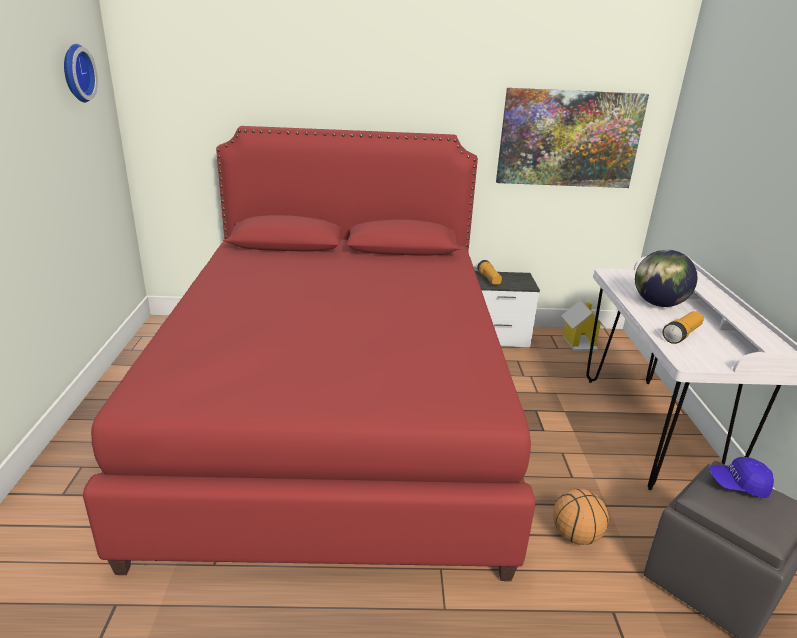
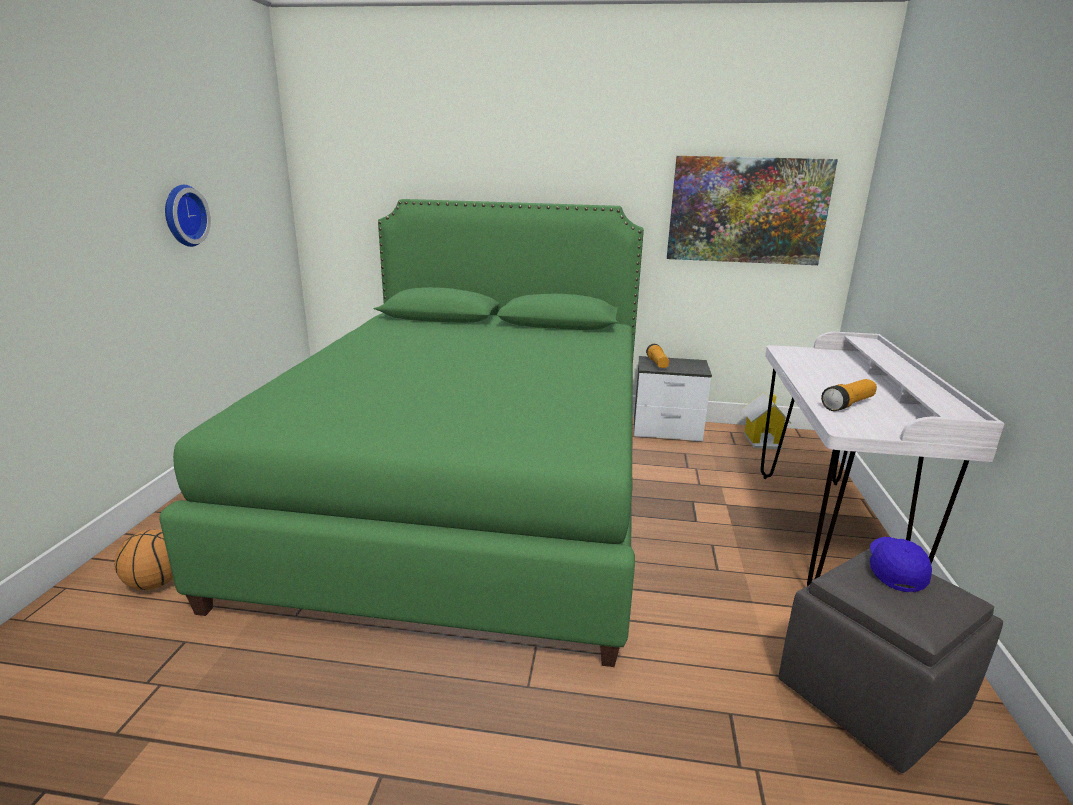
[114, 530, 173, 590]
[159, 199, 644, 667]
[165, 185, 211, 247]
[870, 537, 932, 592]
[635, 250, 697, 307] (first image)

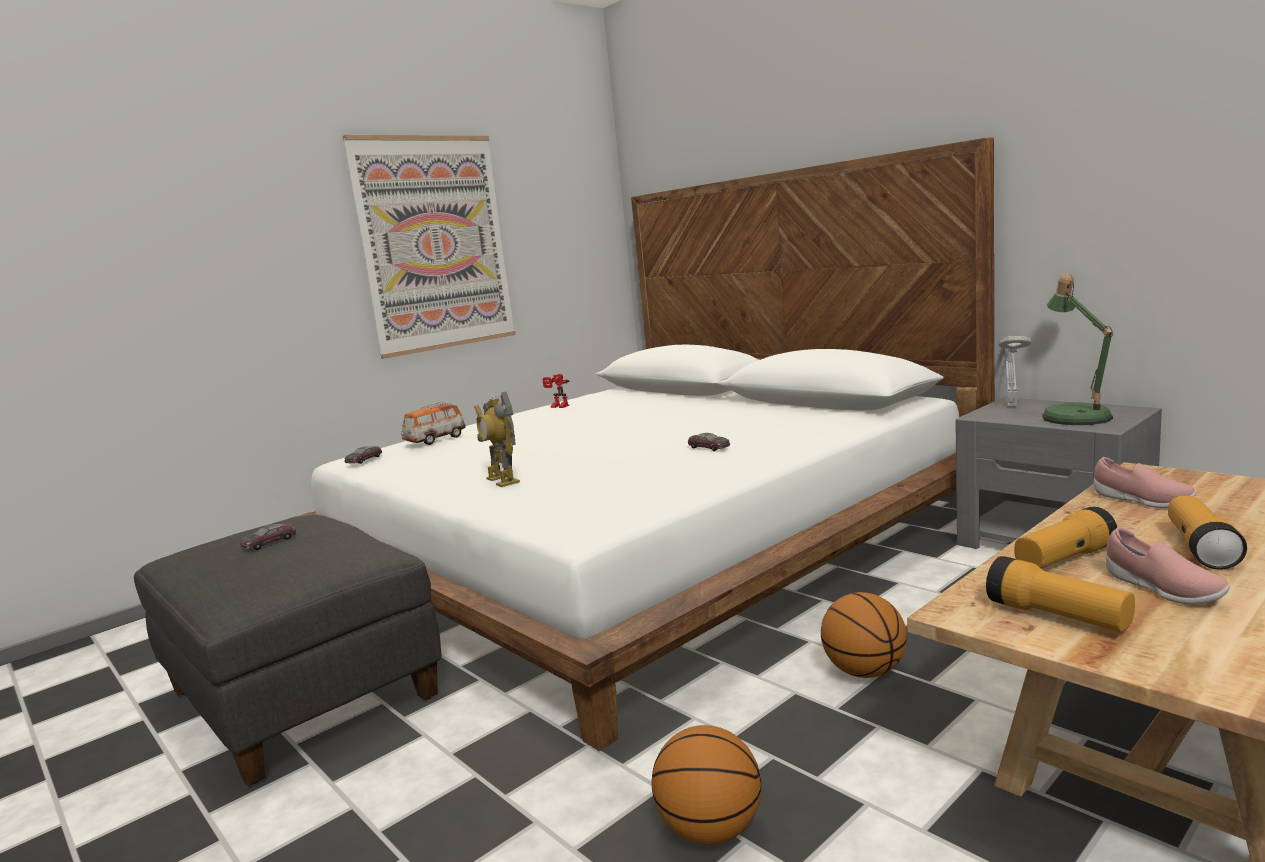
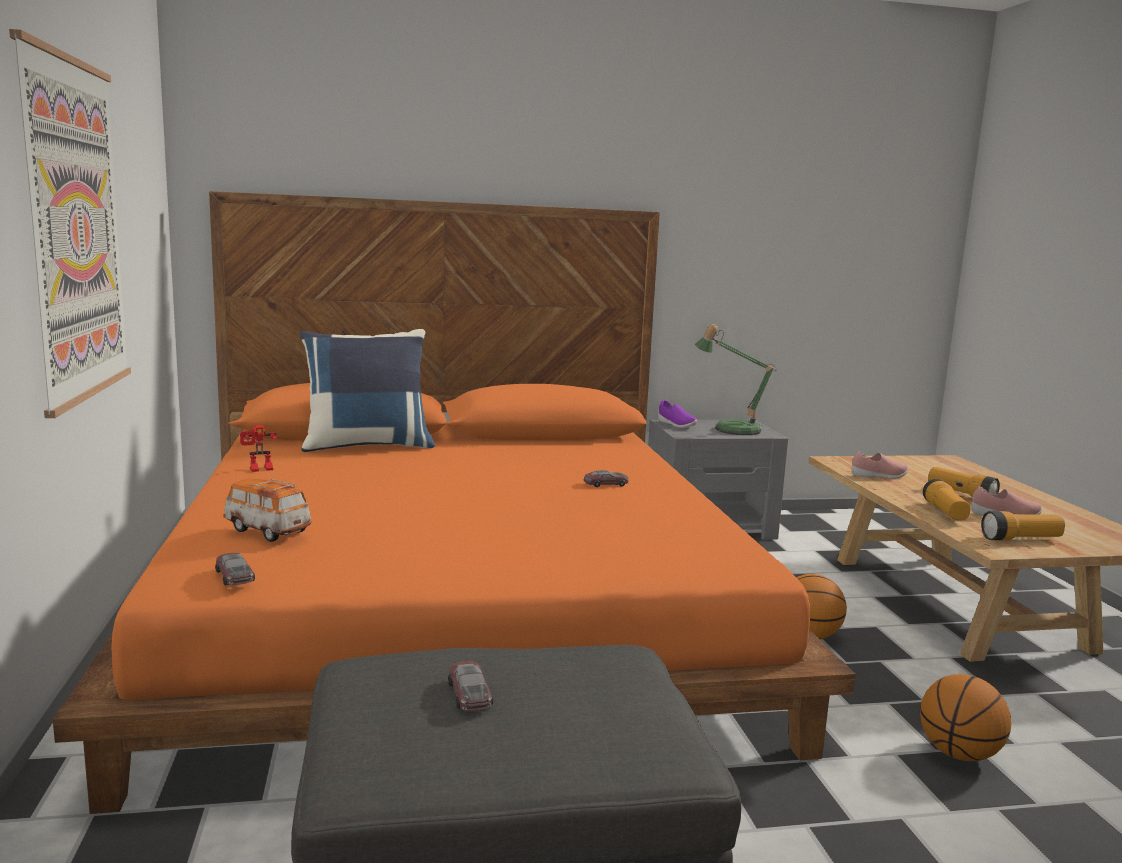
[53, 191, 856, 814]
[223, 478, 312, 542]
[300, 329, 435, 453]
[658, 400, 697, 428]
[474, 391, 520, 487] (first image)

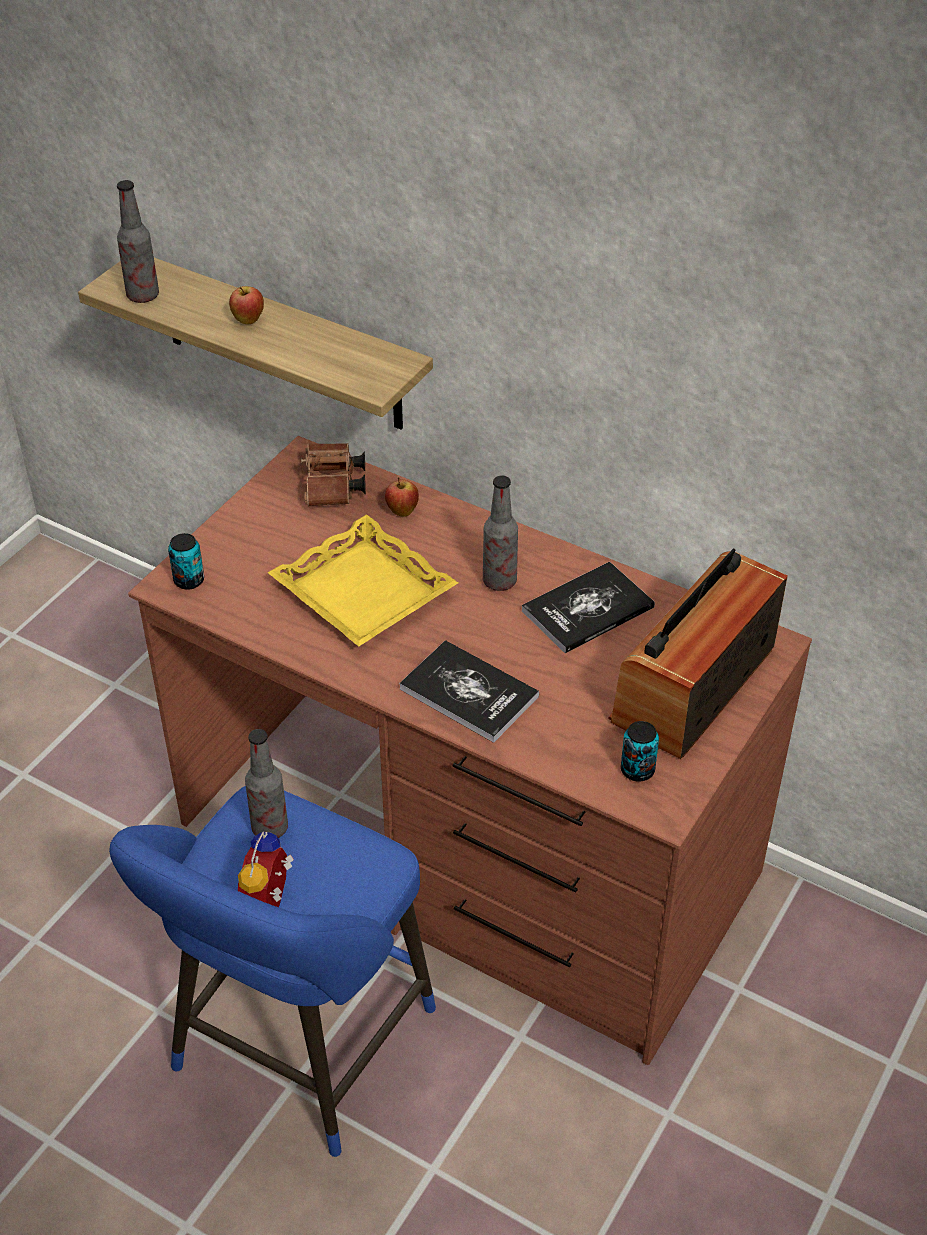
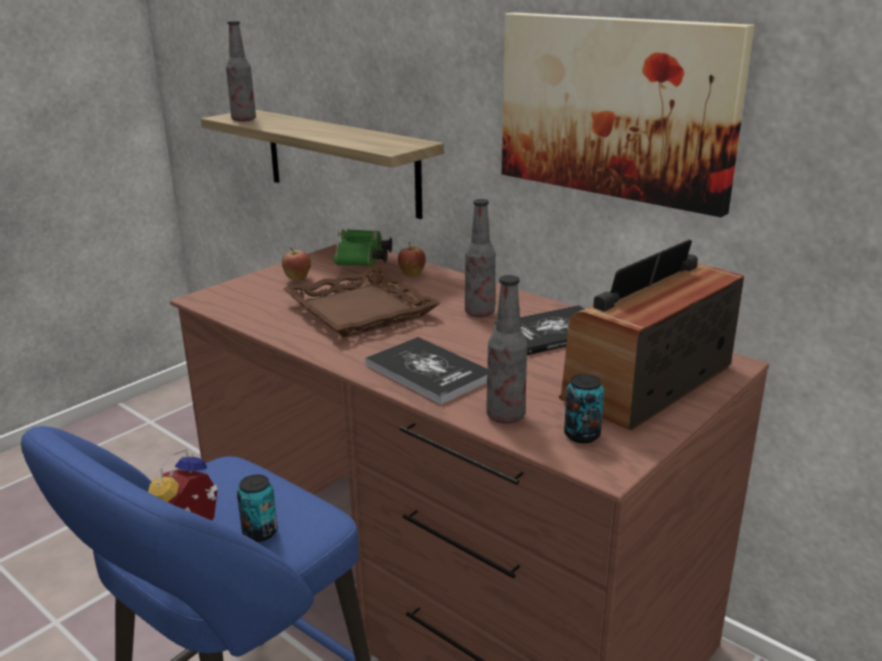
[237, 475, 278, 542]
[282, 248, 311, 281]
[283, 266, 441, 337]
[334, 229, 392, 267]
[486, 275, 527, 424]
[502, 13, 755, 217]

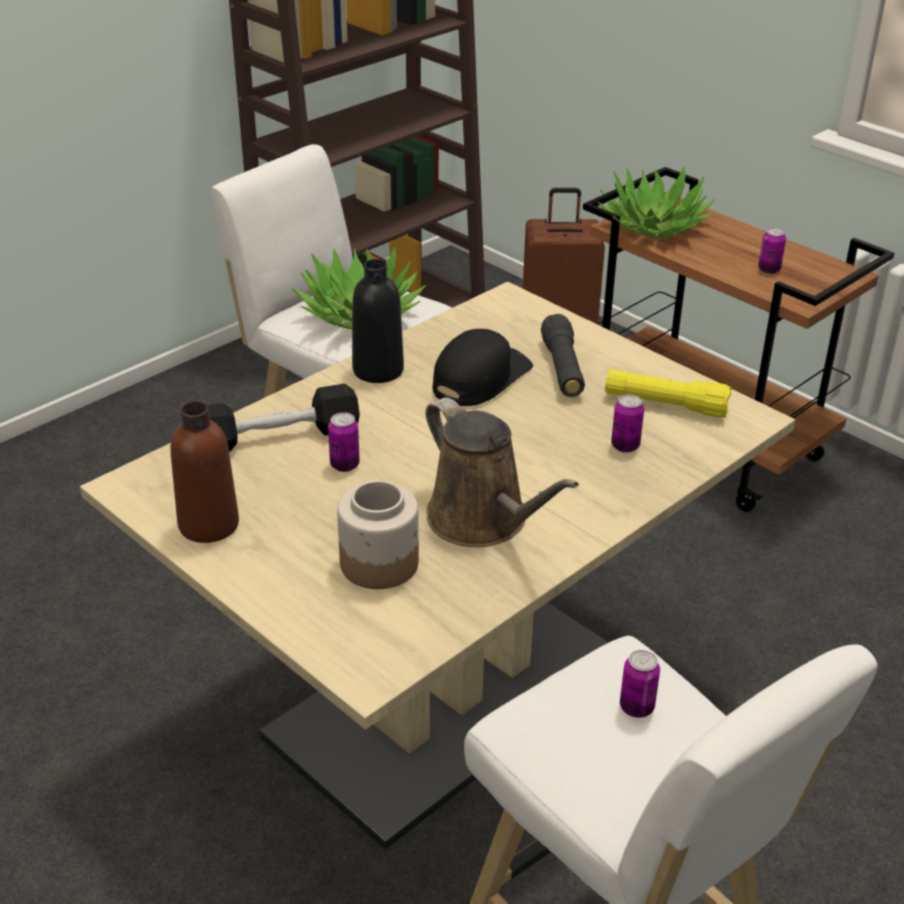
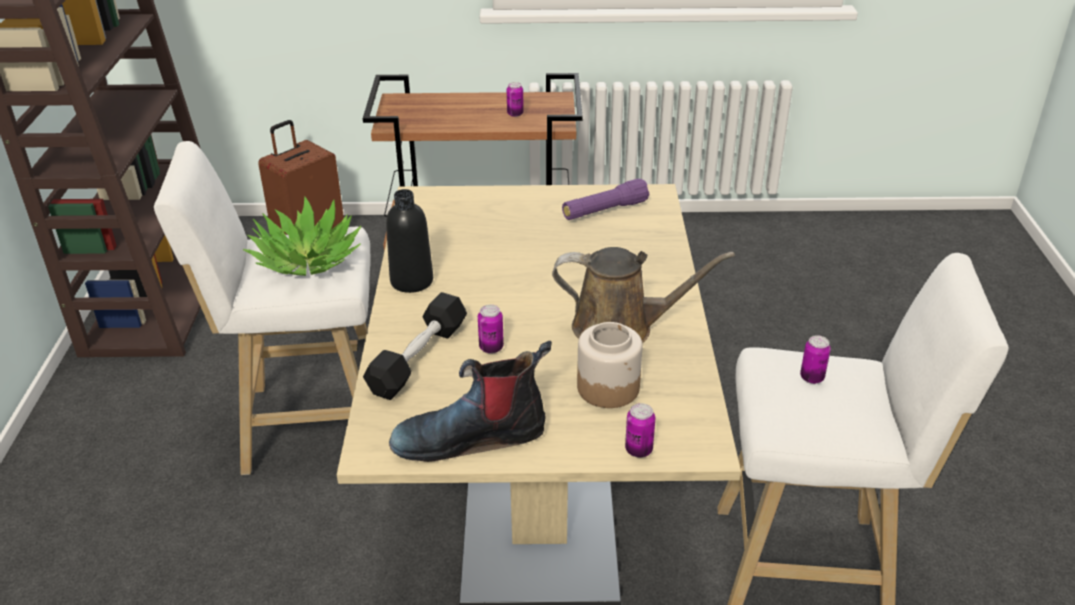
[389, 341, 552, 462]
[562, 178, 649, 220]
[625, 403, 655, 458]
[433, 329, 533, 406] (first image)
[541, 314, 585, 397] (first image)
[597, 166, 715, 238] (first image)

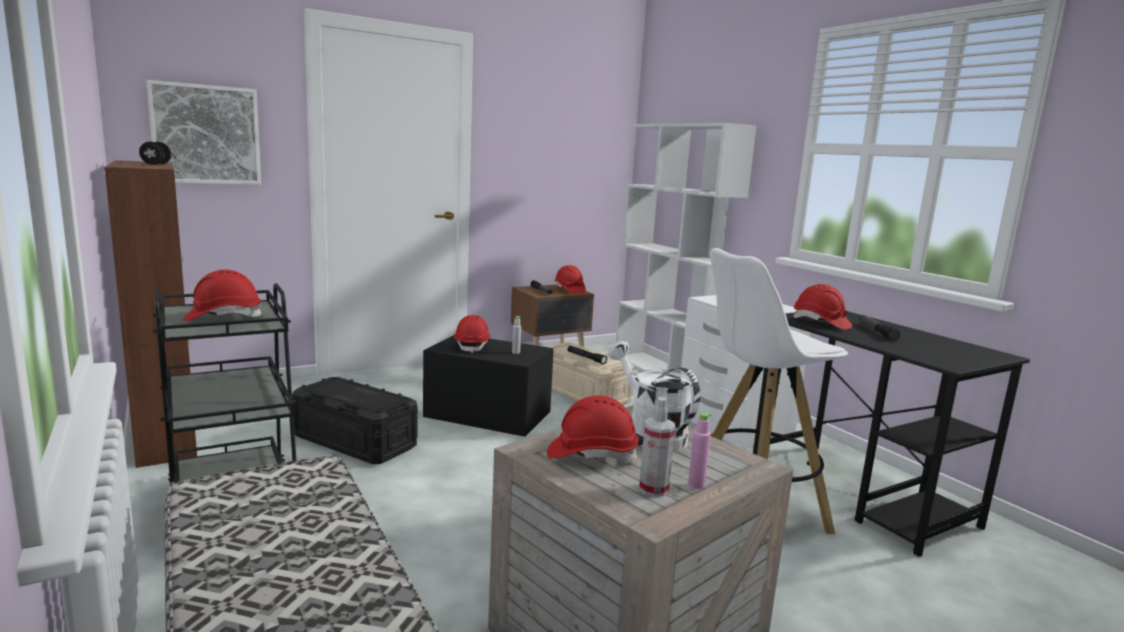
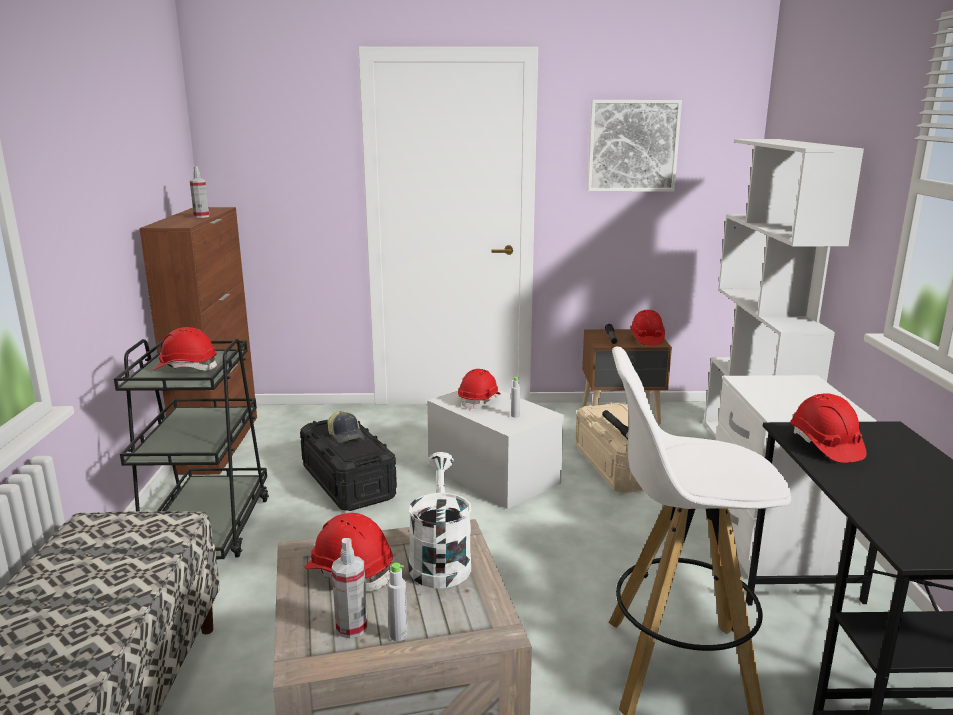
[190, 166, 209, 218]
[327, 411, 364, 443]
[387, 563, 408, 641]
[427, 390, 564, 509]
[587, 100, 682, 192]
[859, 315, 900, 341] (first image)

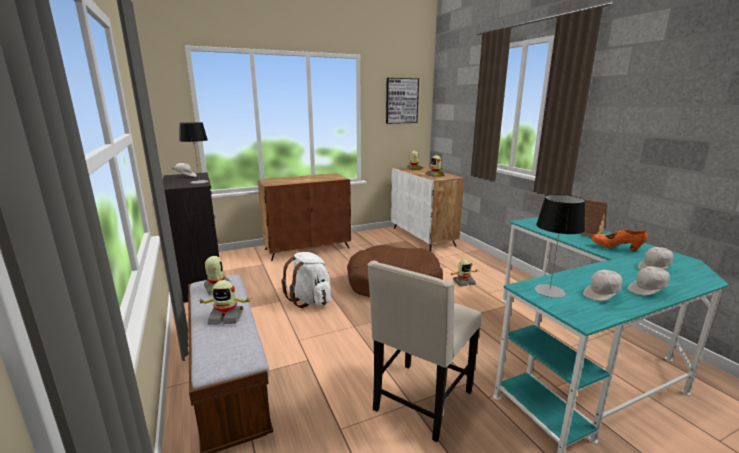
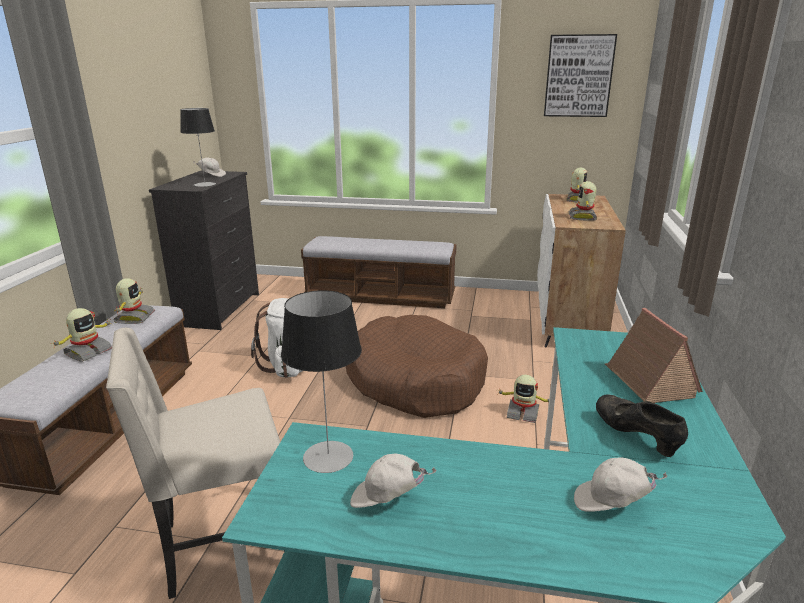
[50, 308, 112, 361]
[301, 236, 457, 308]
[596, 394, 688, 457]
[627, 266, 670, 296] (first image)

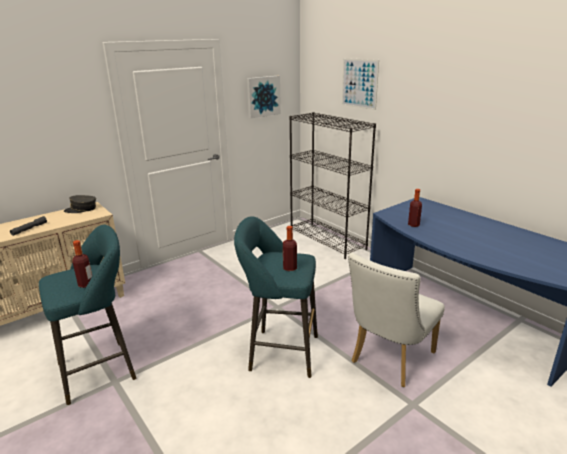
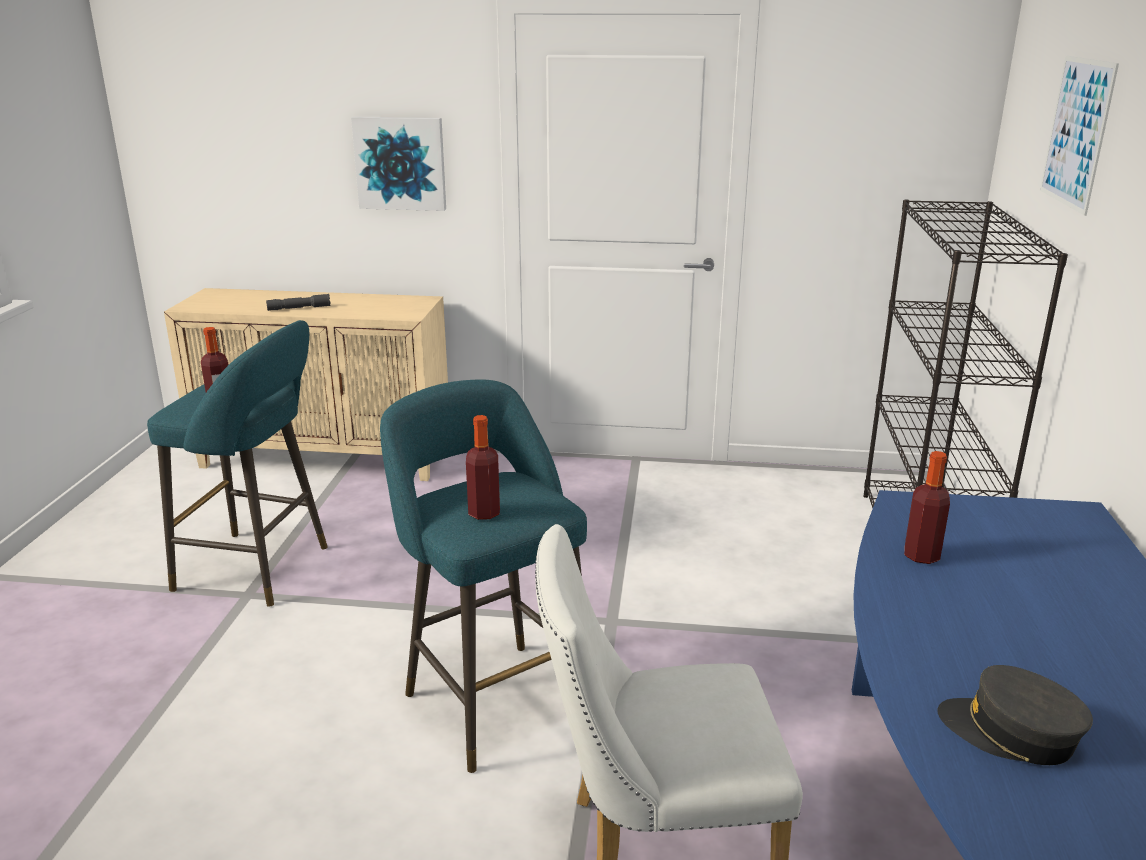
[351, 117, 446, 211]
[938, 665, 1093, 765]

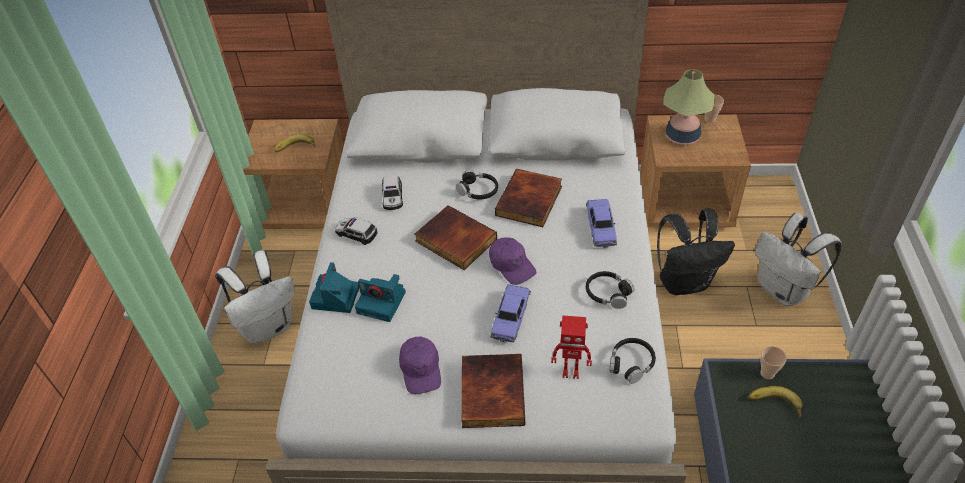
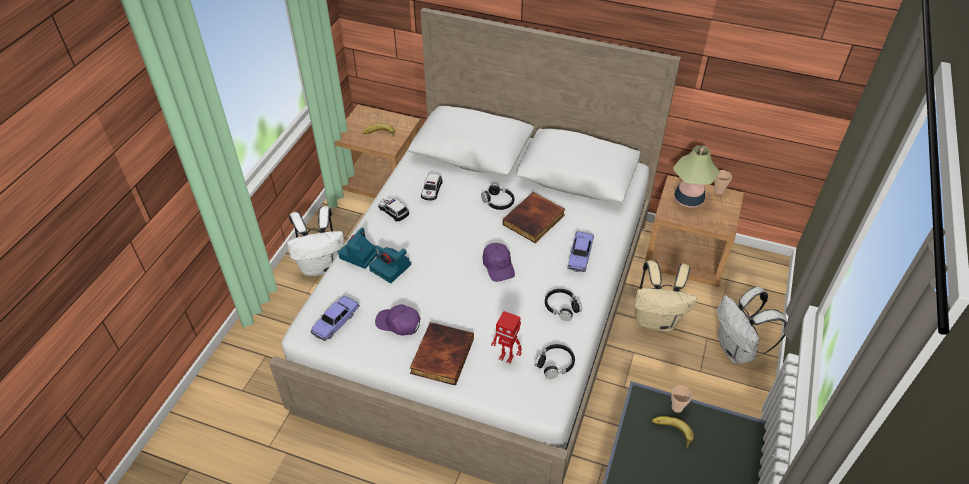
[311, 296, 360, 341]
[375, 304, 420, 336]
[634, 260, 697, 331]
[415, 205, 497, 270] (first image)

